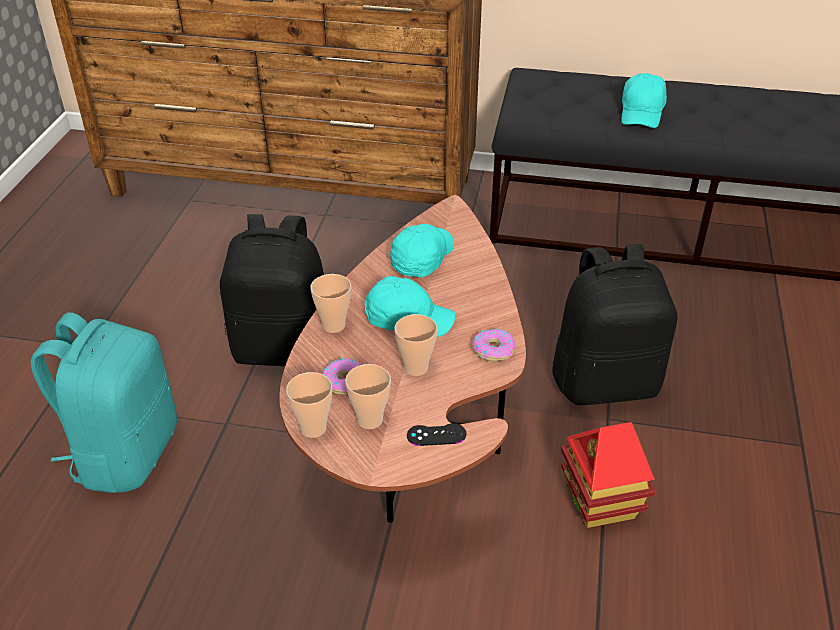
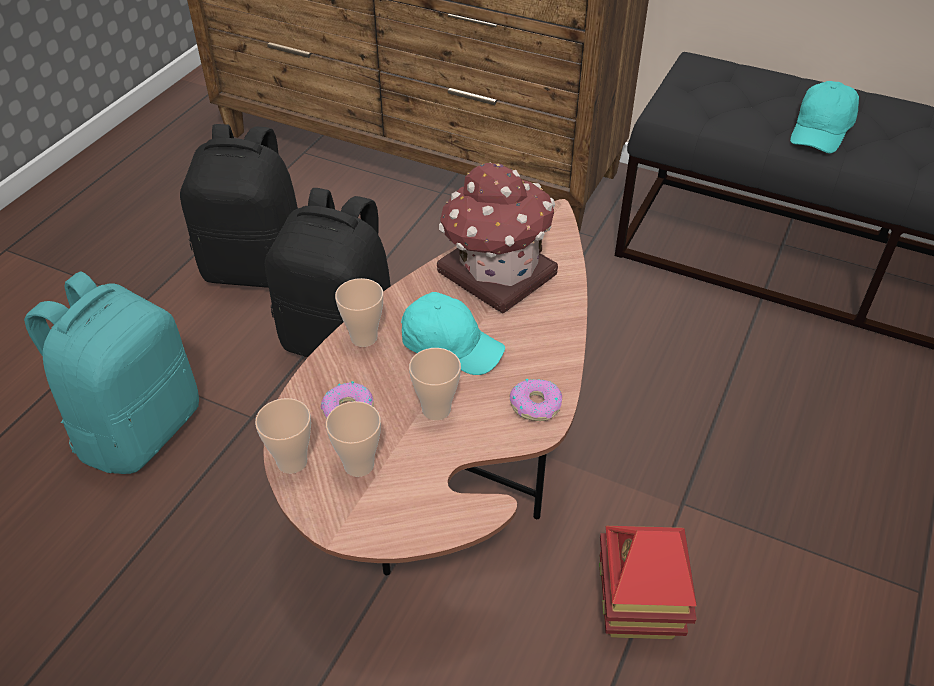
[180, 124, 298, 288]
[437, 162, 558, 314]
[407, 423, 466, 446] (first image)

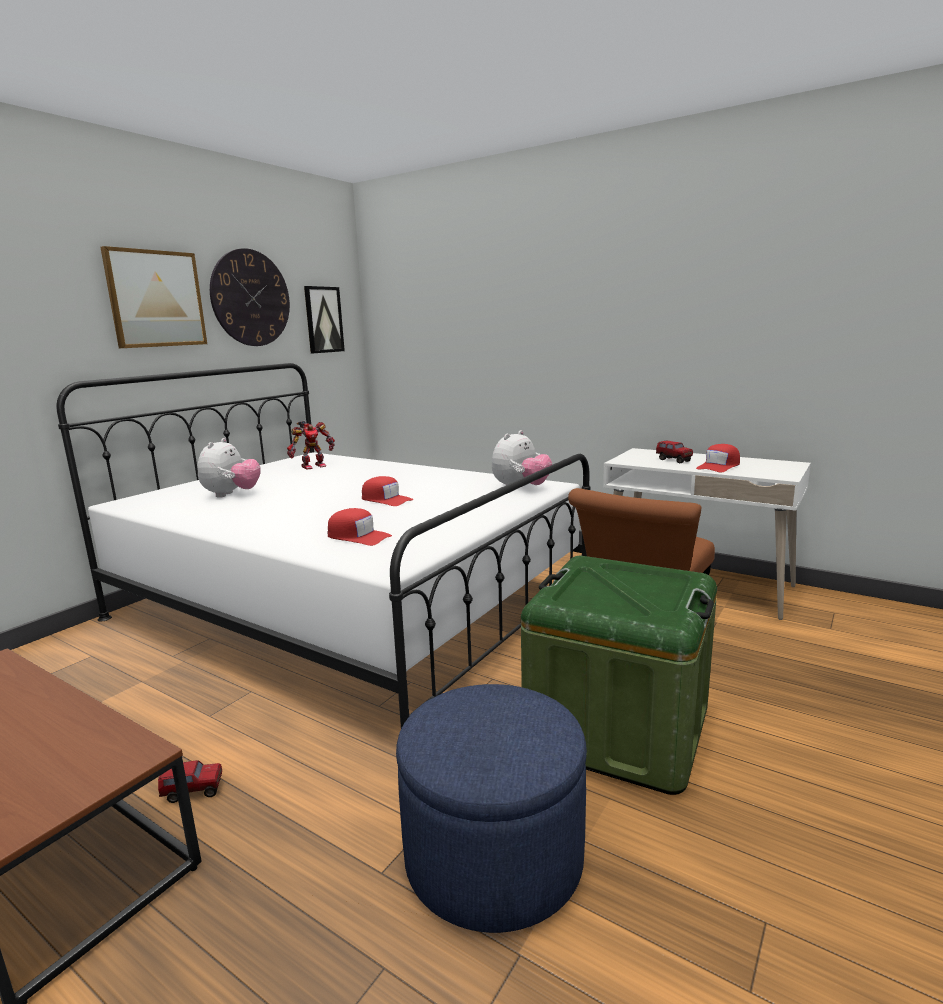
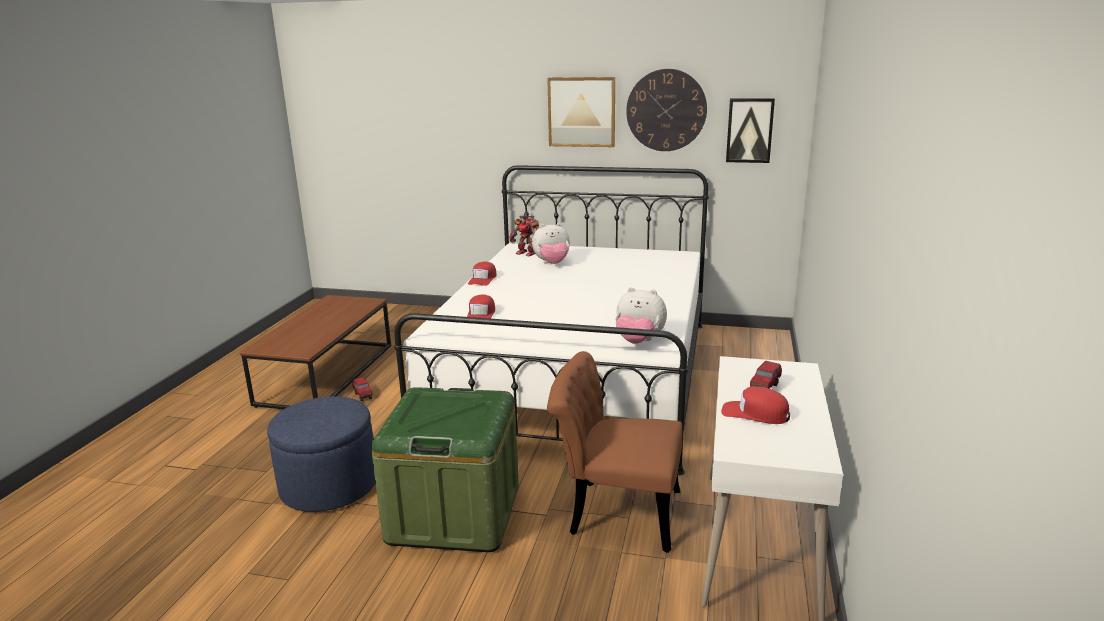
[468, 262, 497, 286]
[509, 215, 540, 256]

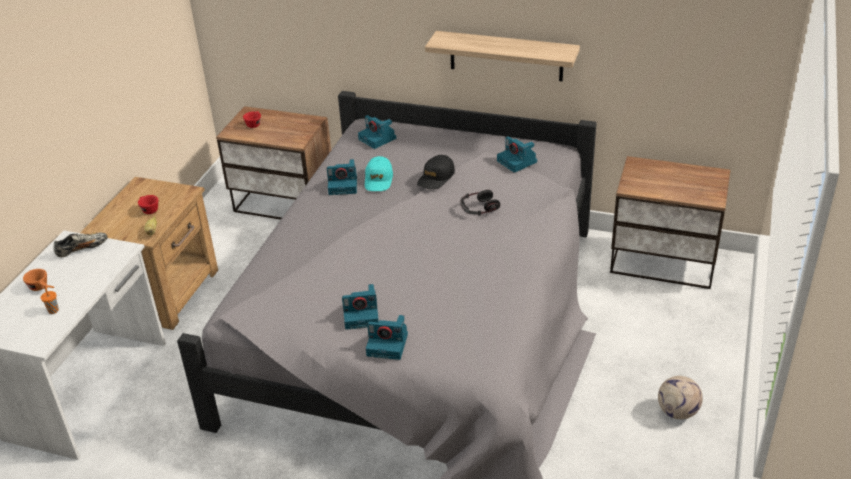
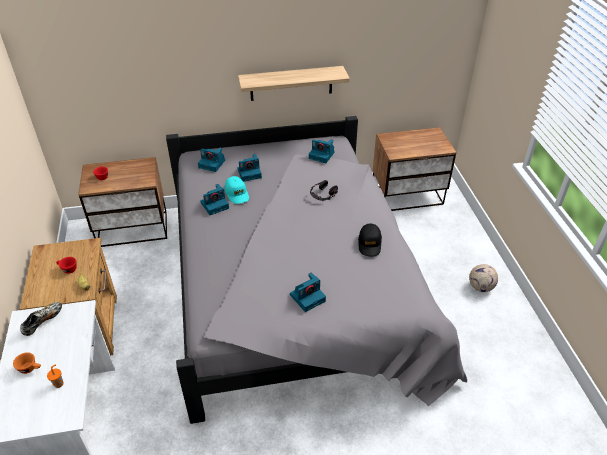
[237, 154, 262, 182]
[358, 223, 382, 256]

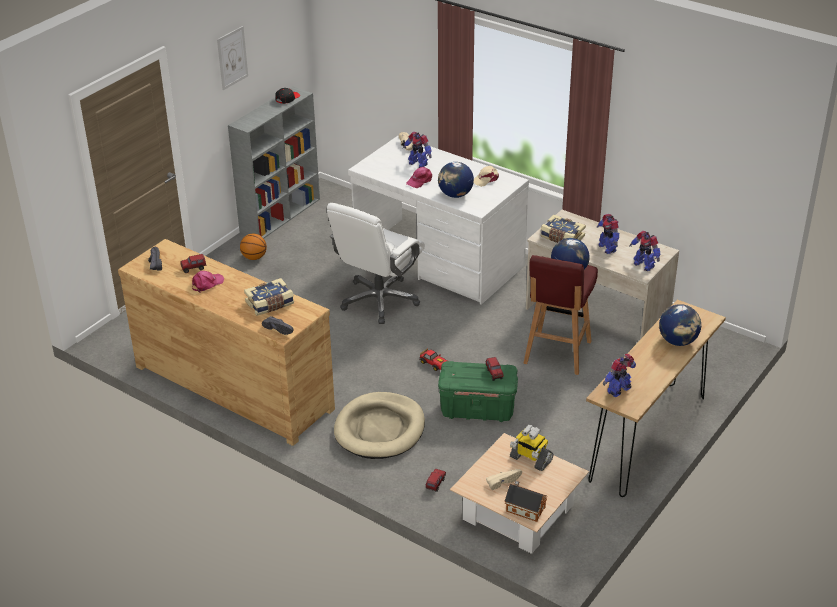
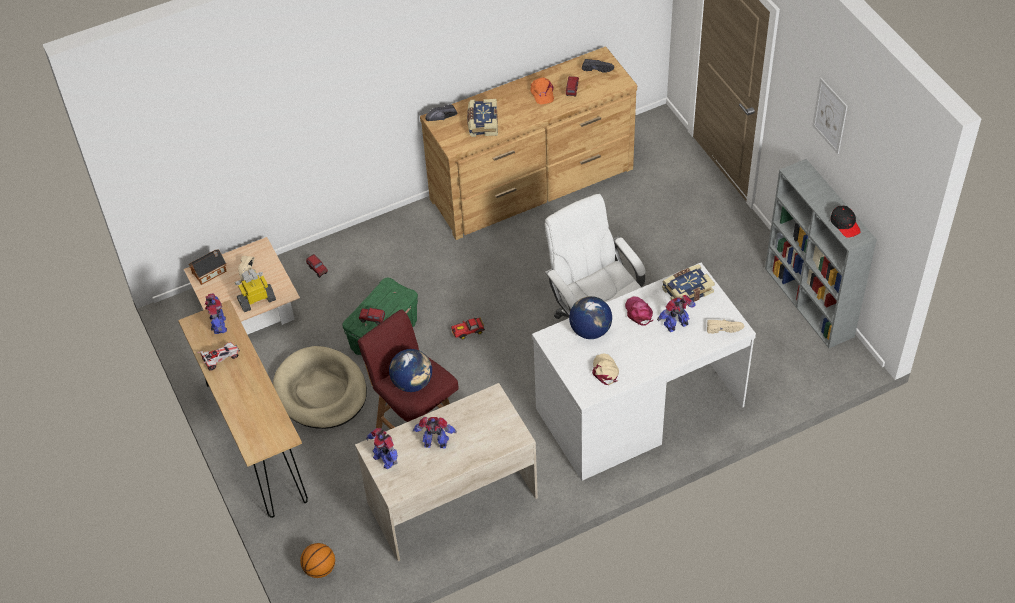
[197, 342, 240, 371]
[273, 346, 367, 429]
[300, 543, 335, 578]
[366, 428, 398, 469]
[530, 77, 554, 105]
[662, 264, 715, 302]
[659, 304, 701, 346] (first image)

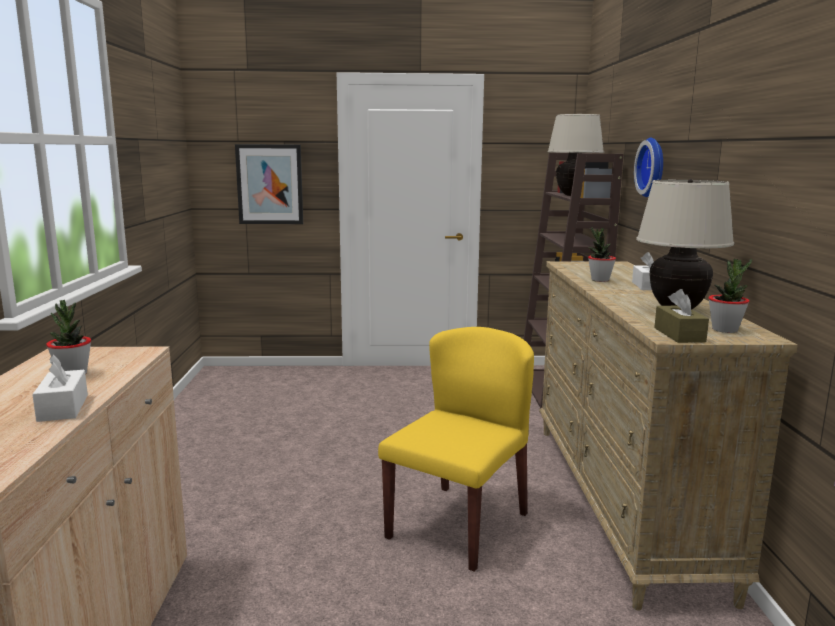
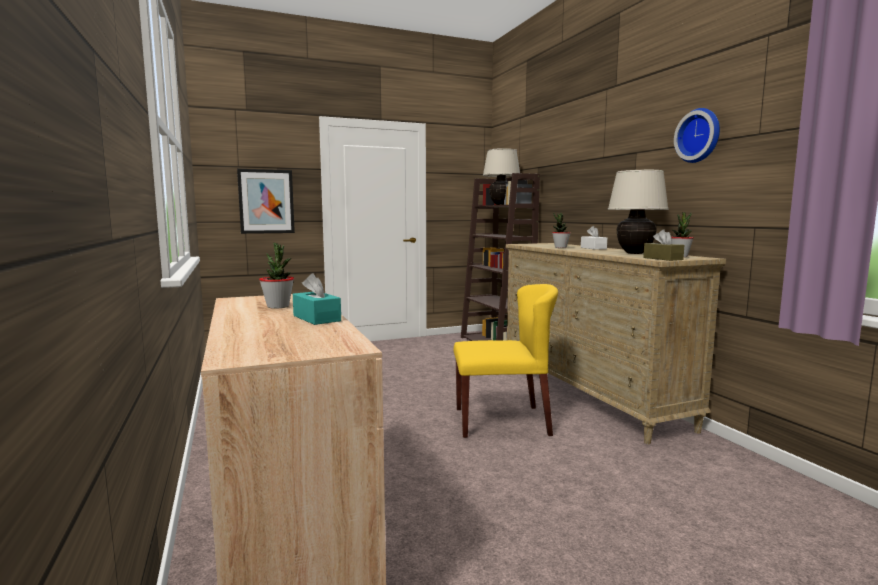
[293, 273, 341, 325]
[454, 284, 558, 438]
[674, 108, 720, 163]

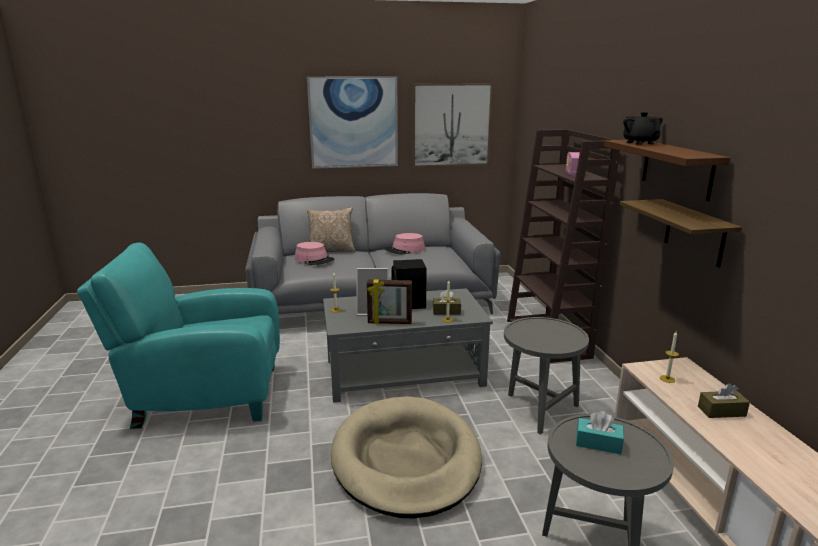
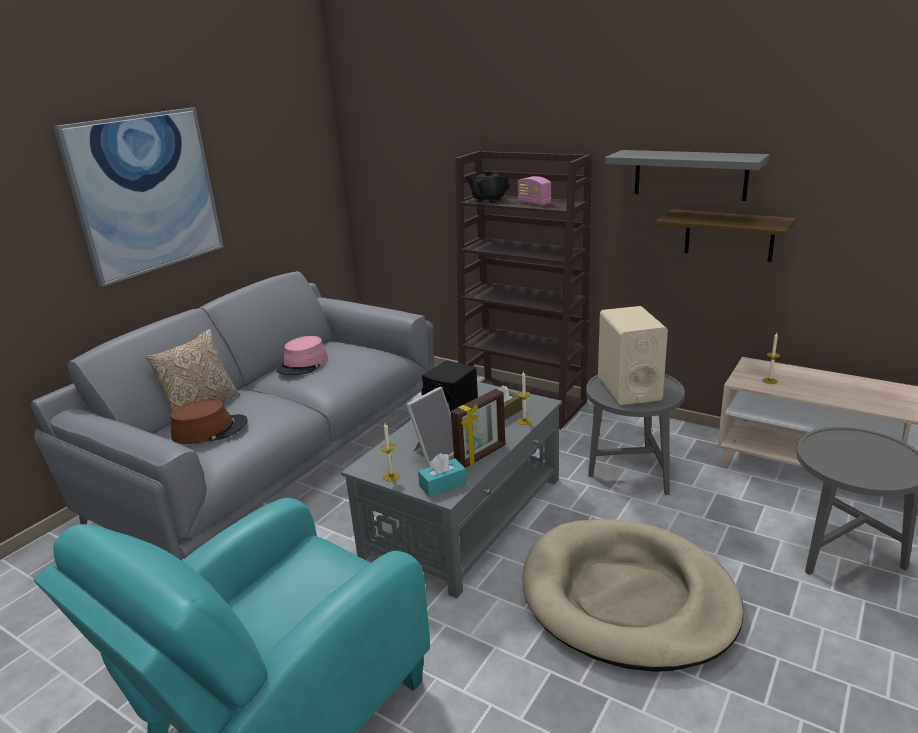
[171, 400, 248, 444]
[418, 453, 467, 497]
[466, 171, 510, 203]
[598, 306, 668, 405]
[605, 150, 770, 201]
[412, 83, 493, 167] (first image)
[698, 383, 750, 418] (first image)

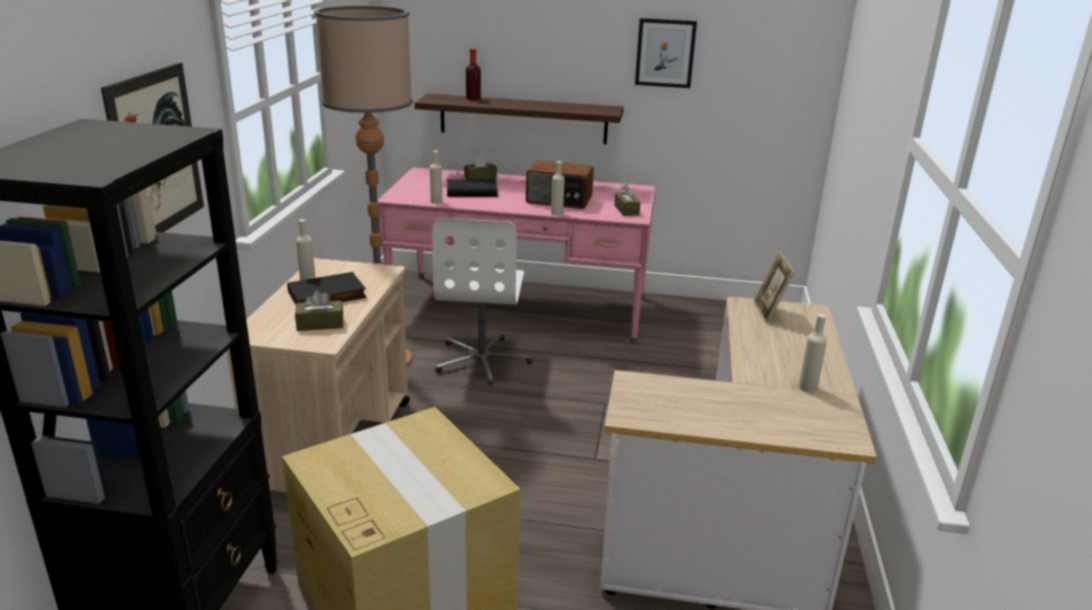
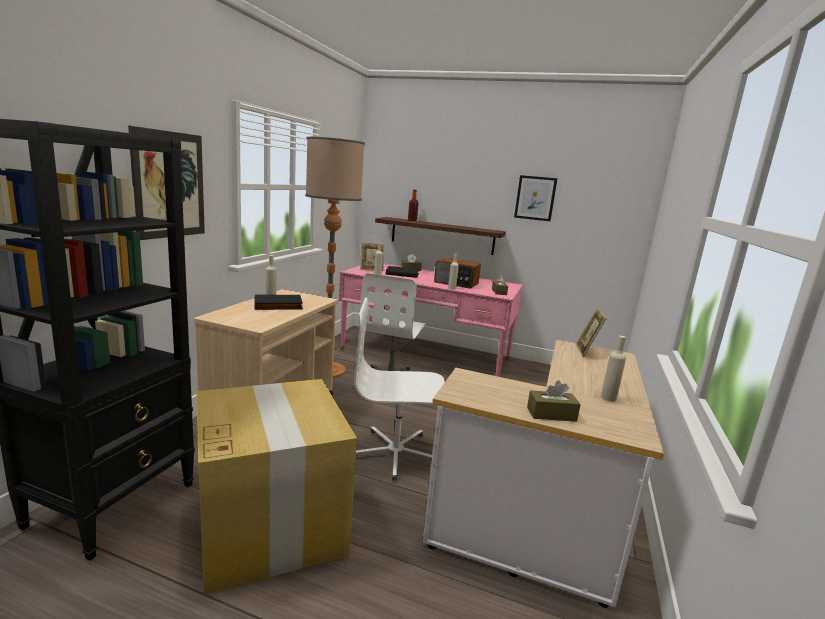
[354, 298, 445, 481]
[361, 243, 384, 271]
[527, 380, 581, 422]

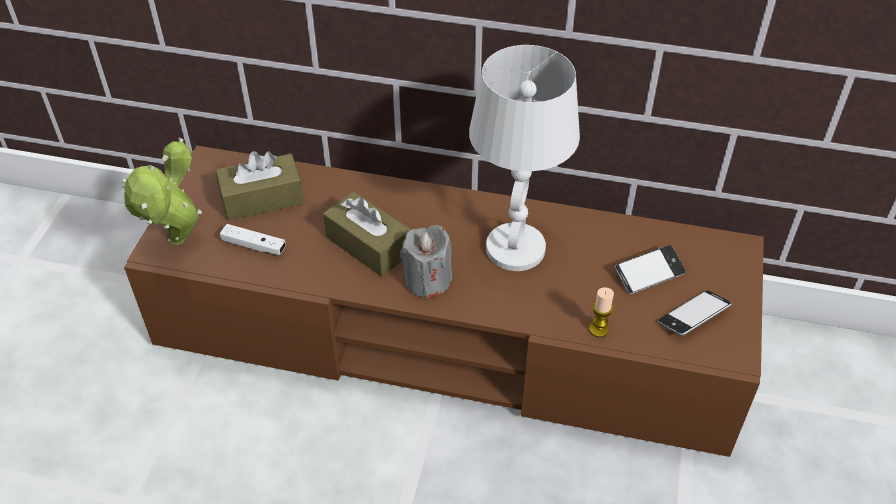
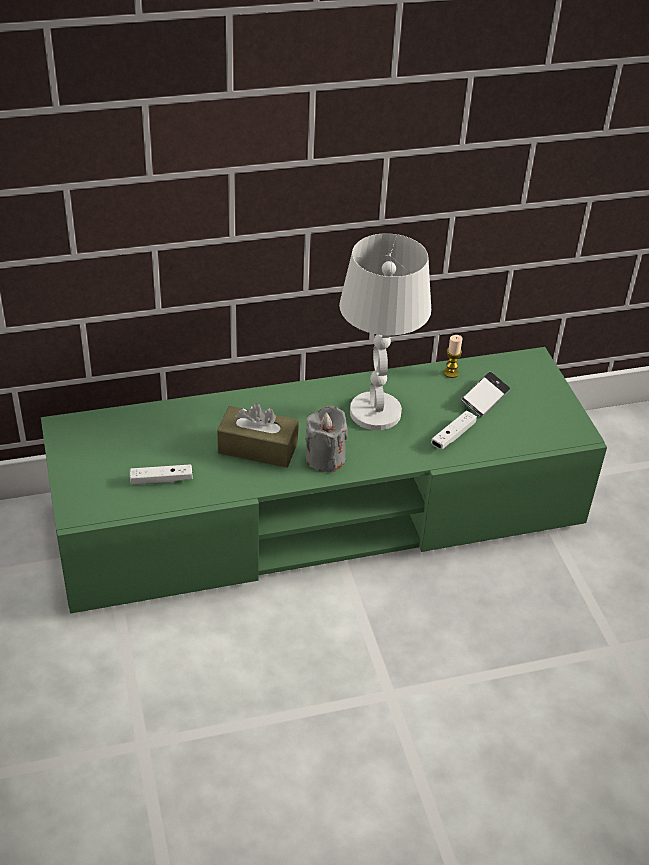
[41, 347, 607, 614]
[431, 411, 477, 450]
[444, 335, 462, 378]
[122, 137, 202, 245] (first image)
[215, 151, 304, 220] (first image)
[658, 290, 731, 336] (first image)

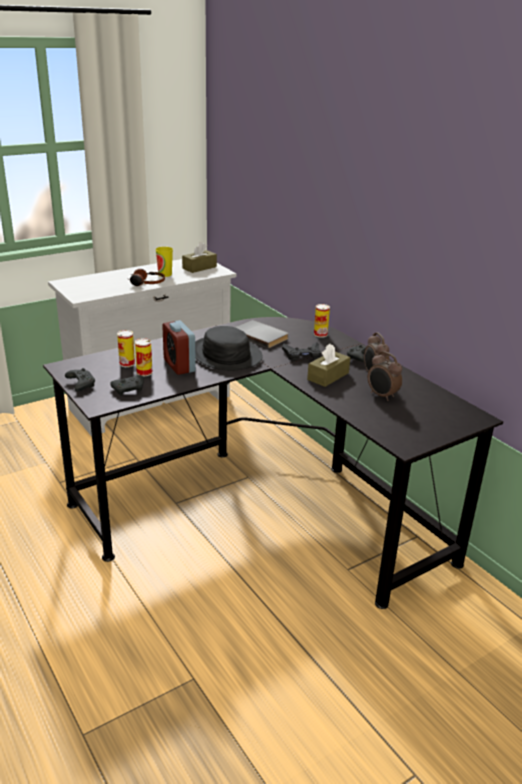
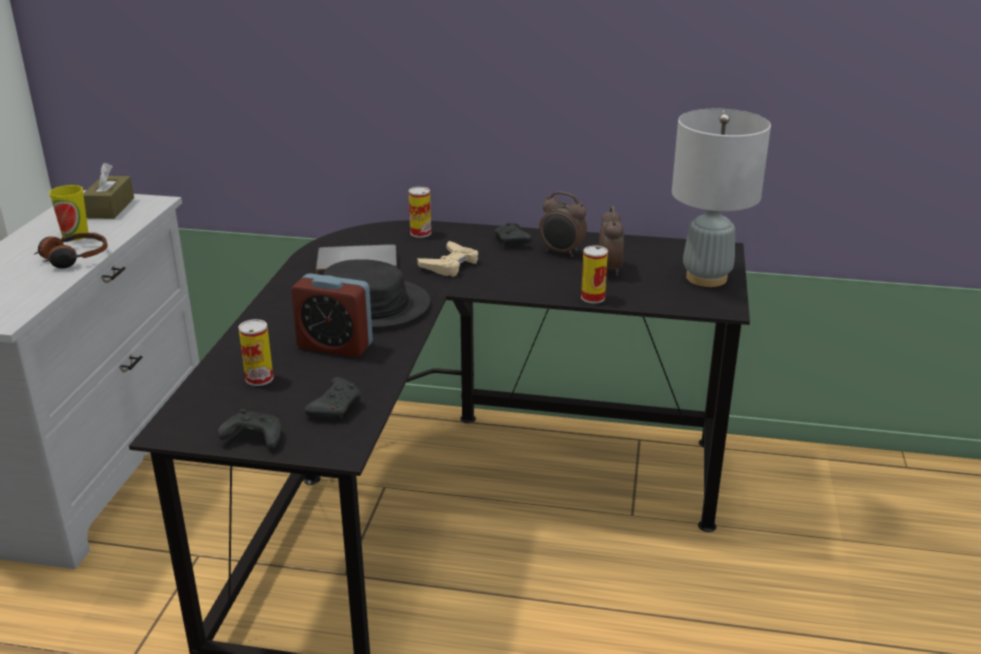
[417, 241, 478, 277]
[581, 245, 608, 303]
[599, 206, 625, 276]
[672, 109, 771, 287]
[307, 344, 350, 387] (first image)

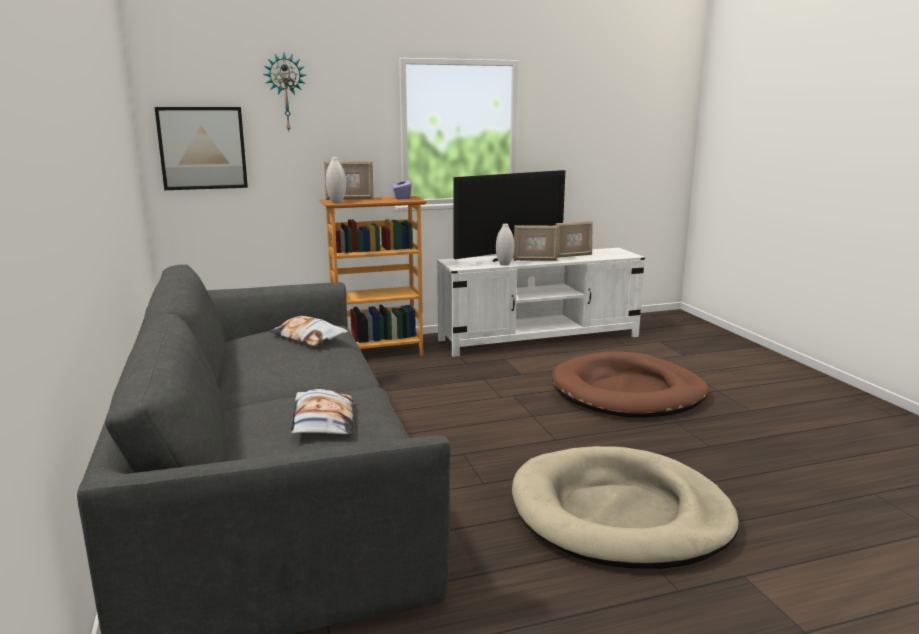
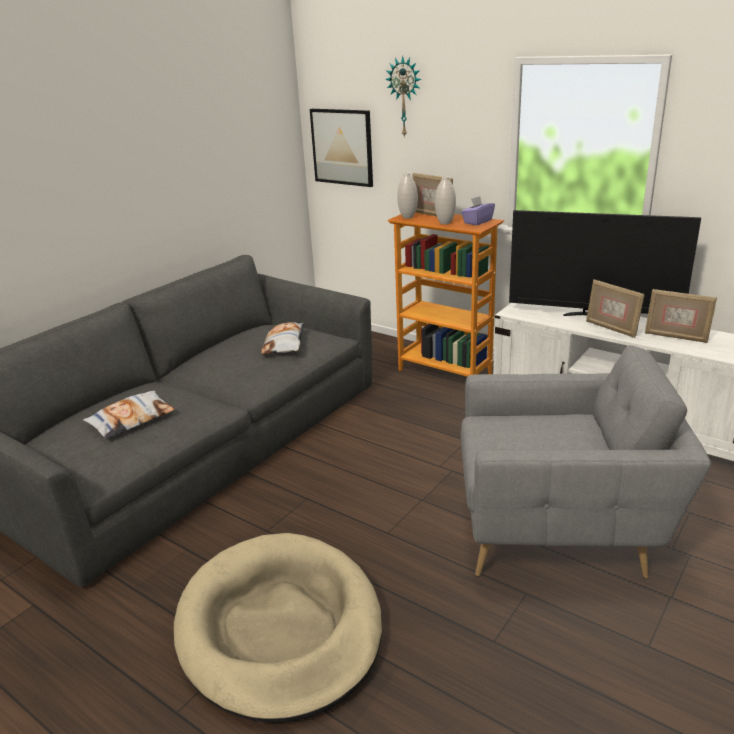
[435, 176, 456, 224]
[461, 345, 711, 579]

